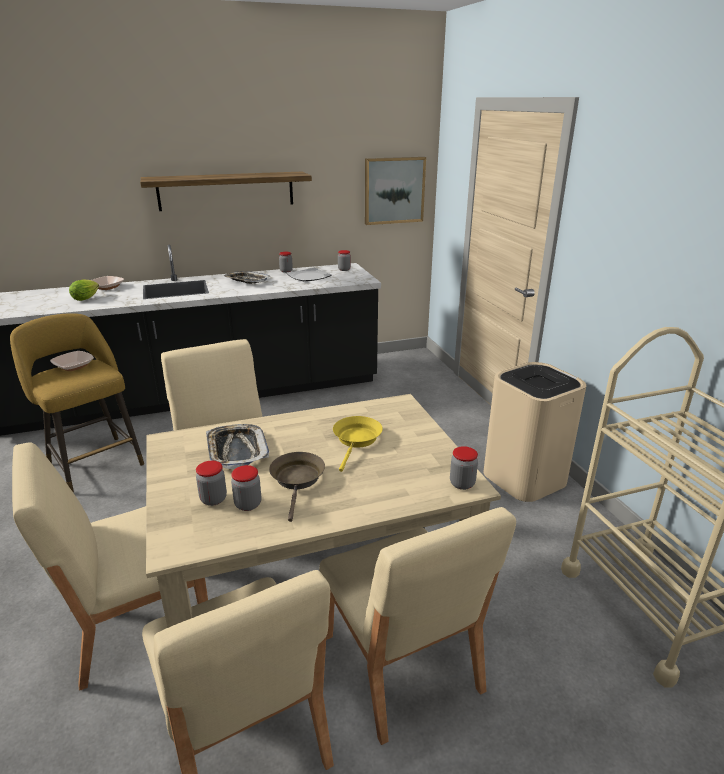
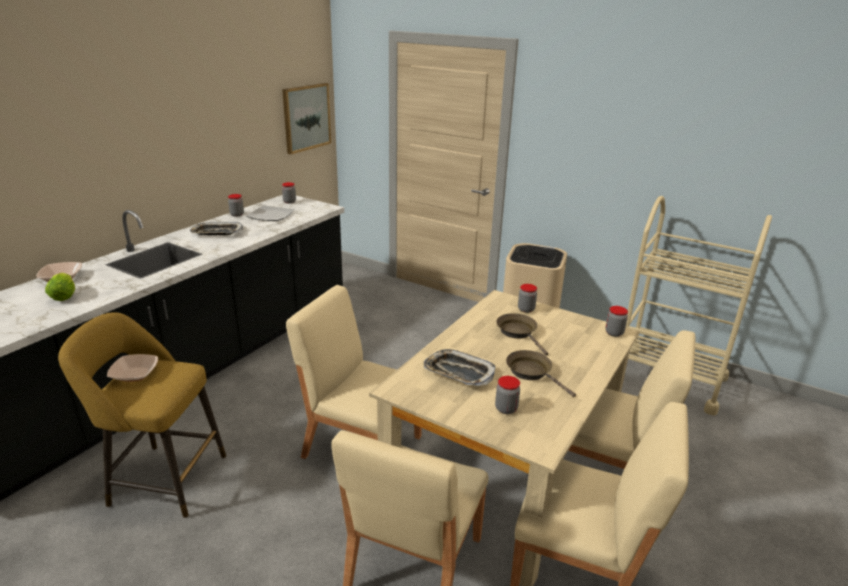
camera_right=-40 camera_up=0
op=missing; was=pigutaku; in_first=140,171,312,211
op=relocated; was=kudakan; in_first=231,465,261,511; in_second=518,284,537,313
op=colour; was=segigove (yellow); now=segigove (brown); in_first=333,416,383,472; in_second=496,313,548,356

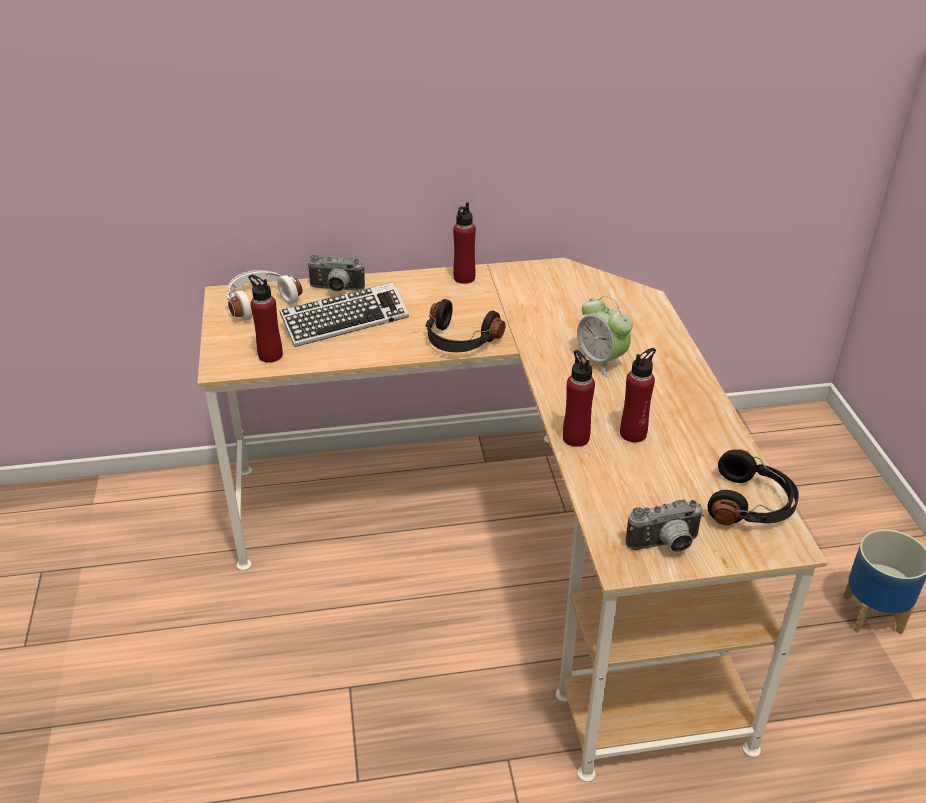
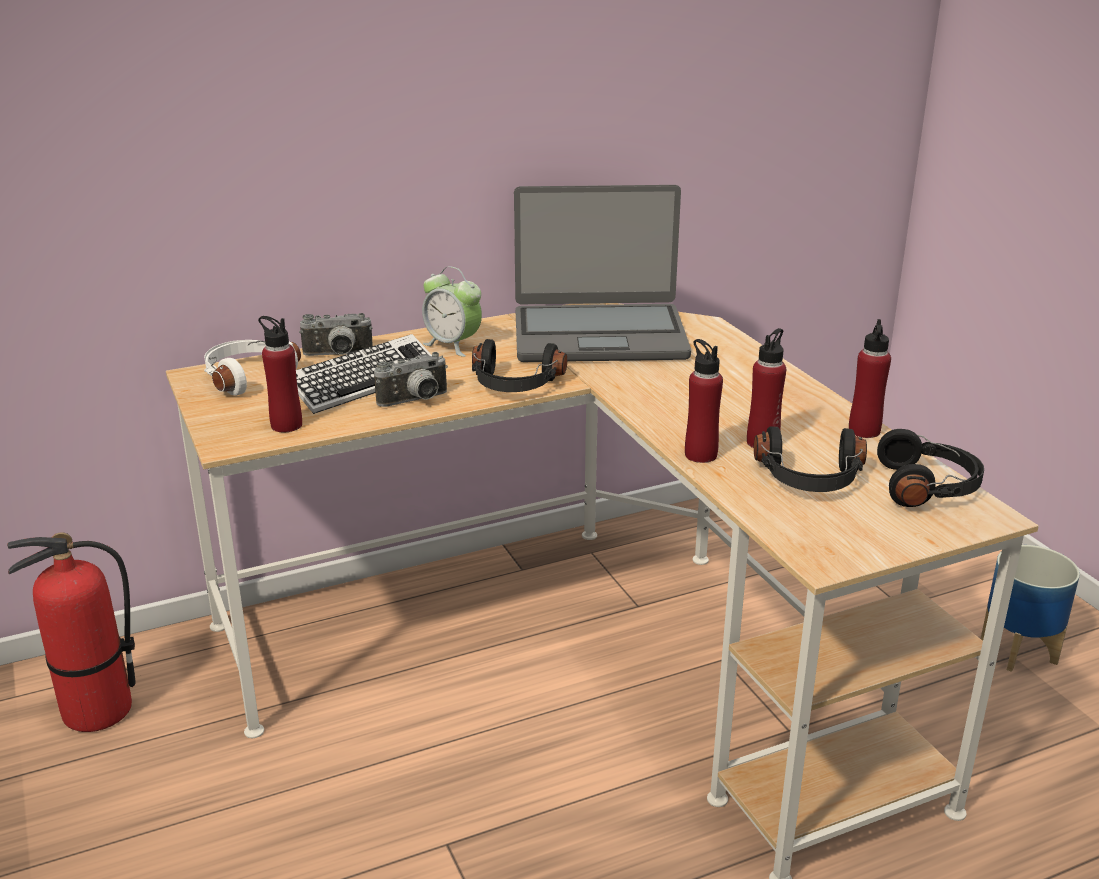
camera_right=-15 camera_up=-10
op=appeared; now=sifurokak; in_second=7,532,136,732
op=appeared; now=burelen; in_second=514,185,691,362
op=appeared; now=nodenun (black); in_second=754,426,867,492
op=relocated; was=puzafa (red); in_first=453,202,476,284; in_second=849,319,891,438
op=relocated; was=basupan; in_first=574,296,633,378; in_second=422,266,482,357
op=relocated; was=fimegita; in_first=625,499,704,553; in_second=374,352,448,407

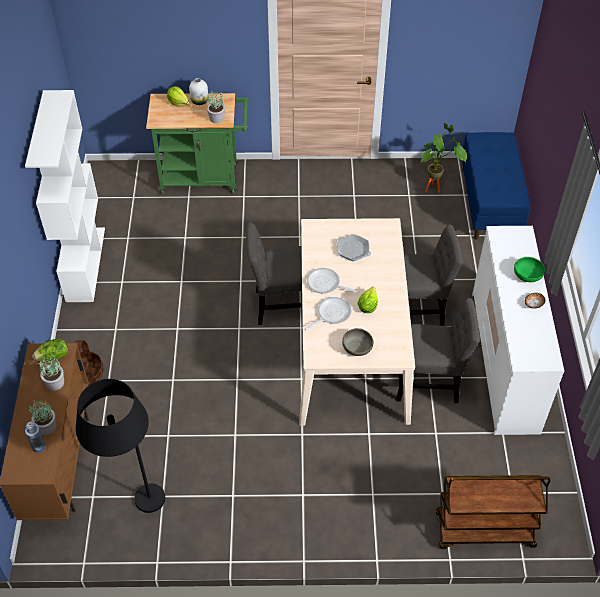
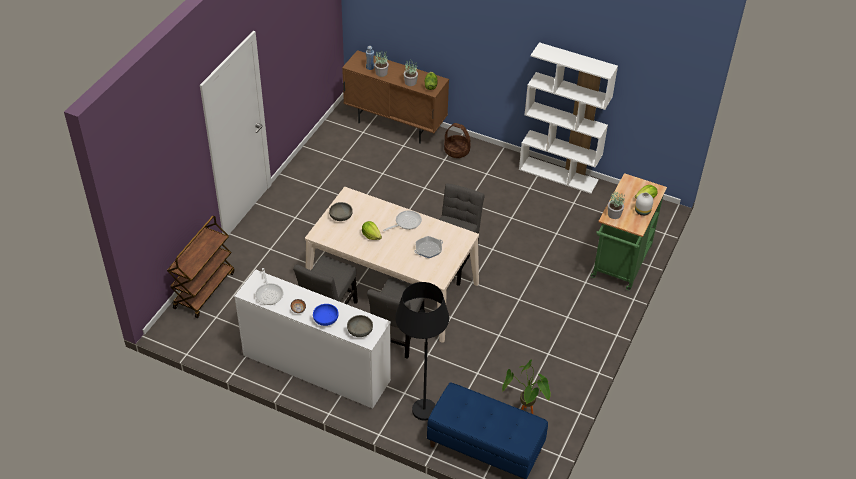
camera_right=115 camera_up=-5
op=appeared; now=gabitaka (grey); in_second=347,315,373,337
op=relocated; was=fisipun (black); in_first=76,379,165,513; in_second=395,282,449,421
op=relocated; was=segigove; in_first=305,297,351,330; in_second=255,268,284,305
op=colour; was=gabitaka (green); now=gabitaka (blue); in_first=514,257,545,282; in_second=313,304,338,326

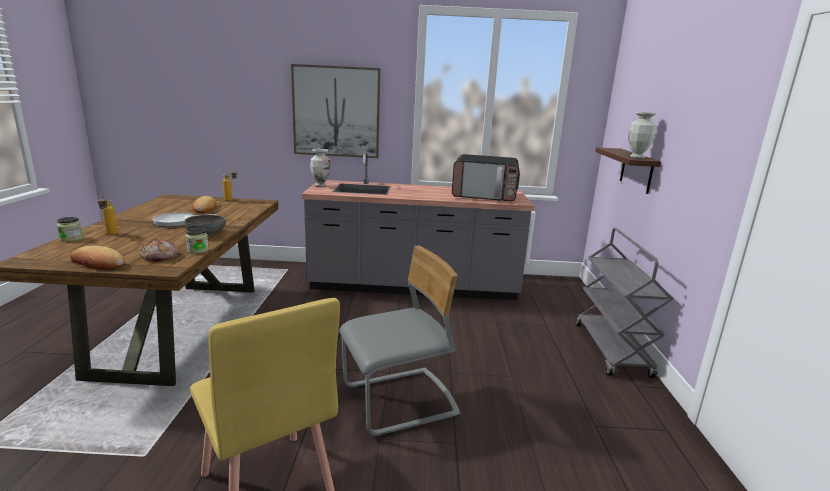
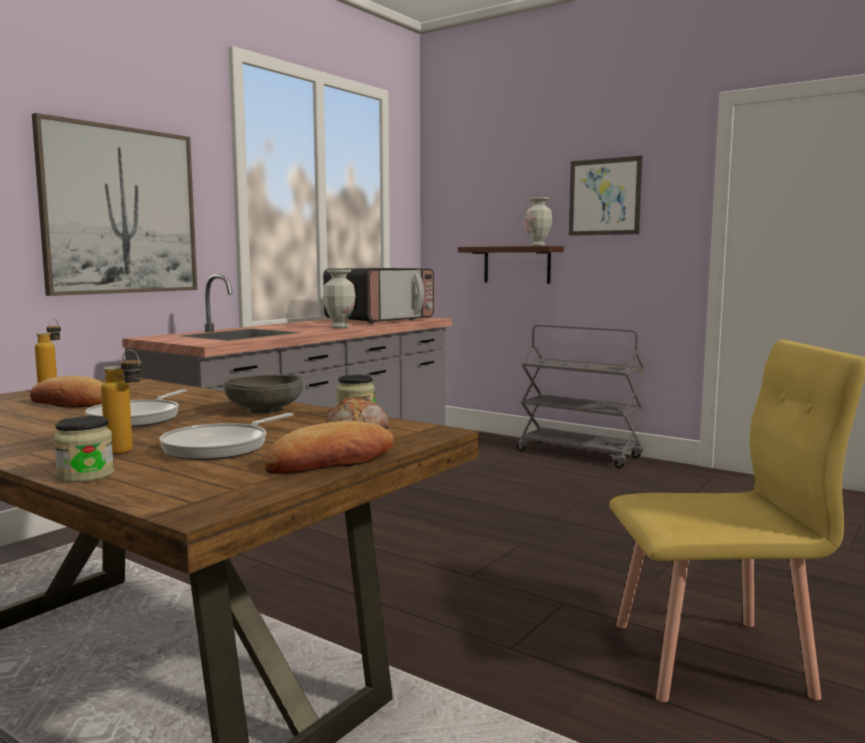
camera_right=-55 camera_up=-10
op=missing; was=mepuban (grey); in_first=339,246,460,436
op=appeared; now=segigove; in_second=159,413,293,460
op=appeared; now=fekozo; in_second=569,156,643,236
op=relocated; was=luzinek; in_first=310,149,331,187; in_second=323,270,356,328

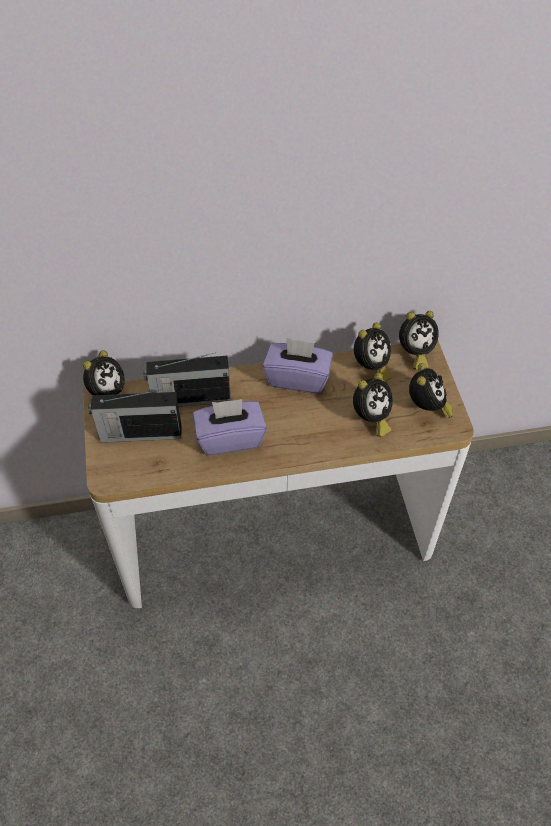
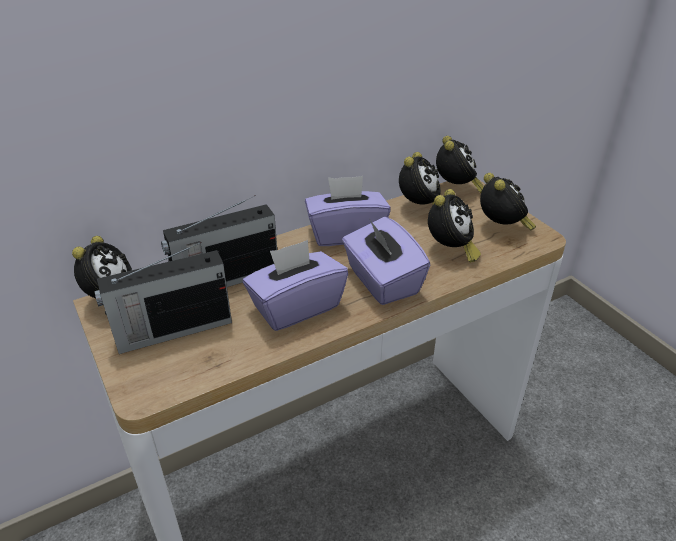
camera_right=-20 camera_up=-15
op=appeared; now=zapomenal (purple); in_second=342,217,430,305
op=spun; was=basupan; in_first=399,311,439,370; in_second=436,136,484,193; clockwise=-45

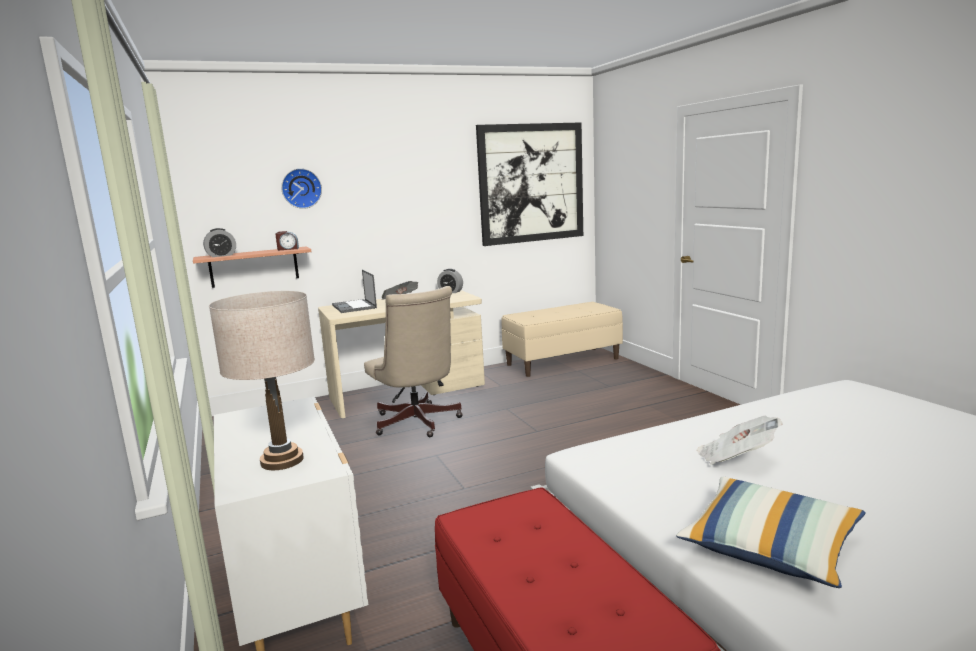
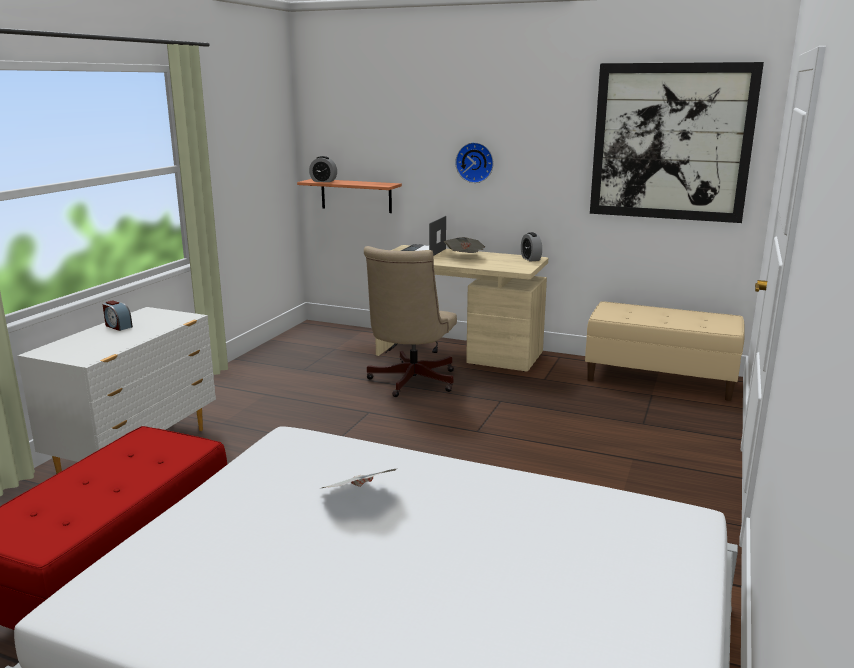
camera_right=45 camera_up=5
op=missing; was=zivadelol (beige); in_first=209,291,315,470
op=missing; was=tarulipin; in_first=676,477,866,588
op=relocated; was=basupan; in_first=275,231,299,250; in_second=103,300,133,331
op=relocated; was=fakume; in_first=281,168,322,209; in_second=455,142,493,183

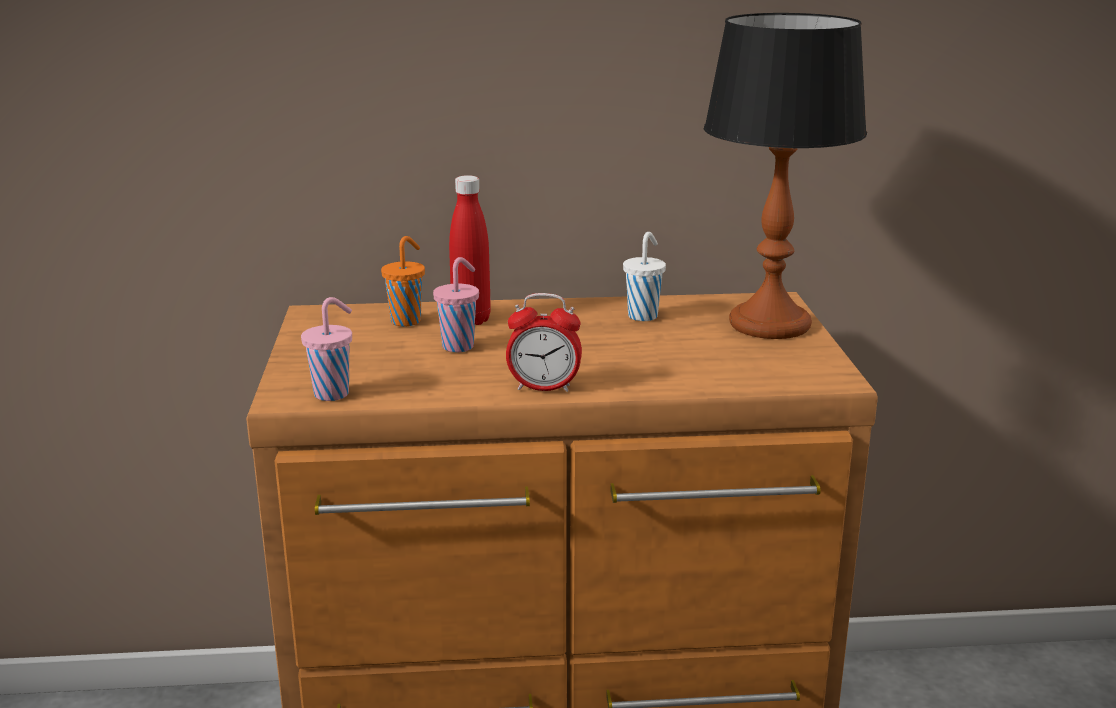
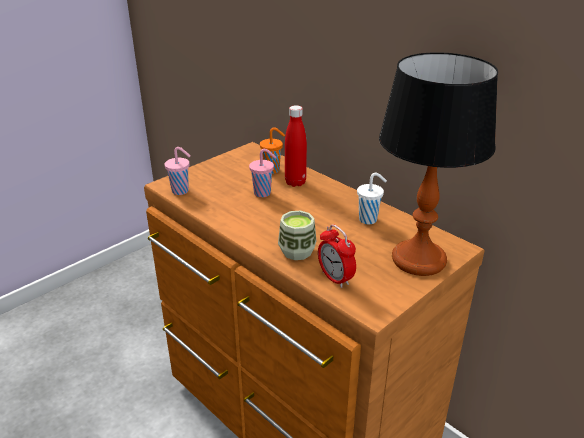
camera_right=50 camera_up=10
op=appeared; now=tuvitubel; in_second=278,211,316,260
op=relocated; was=basupan; in_first=506,293,582,392; in_second=318,224,356,288

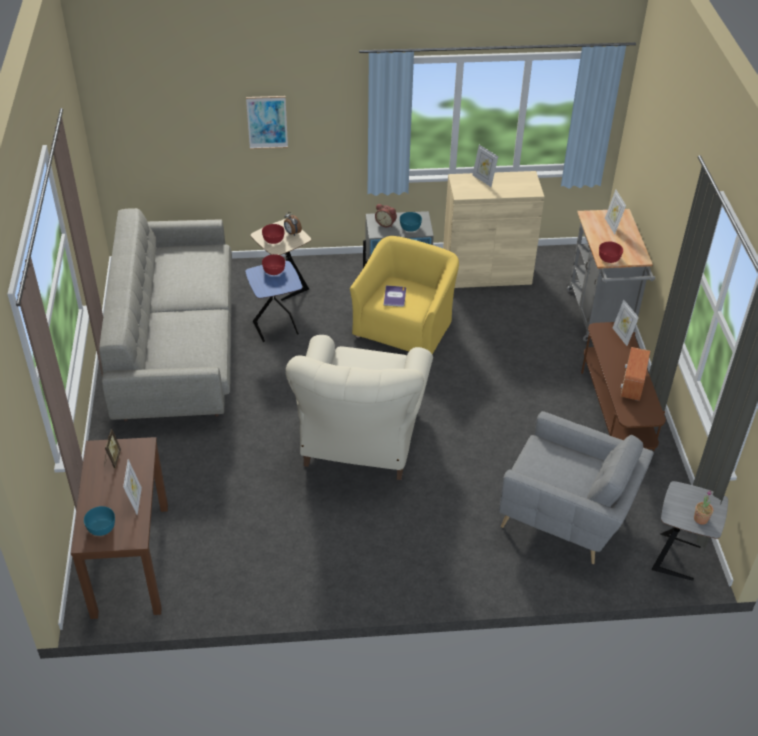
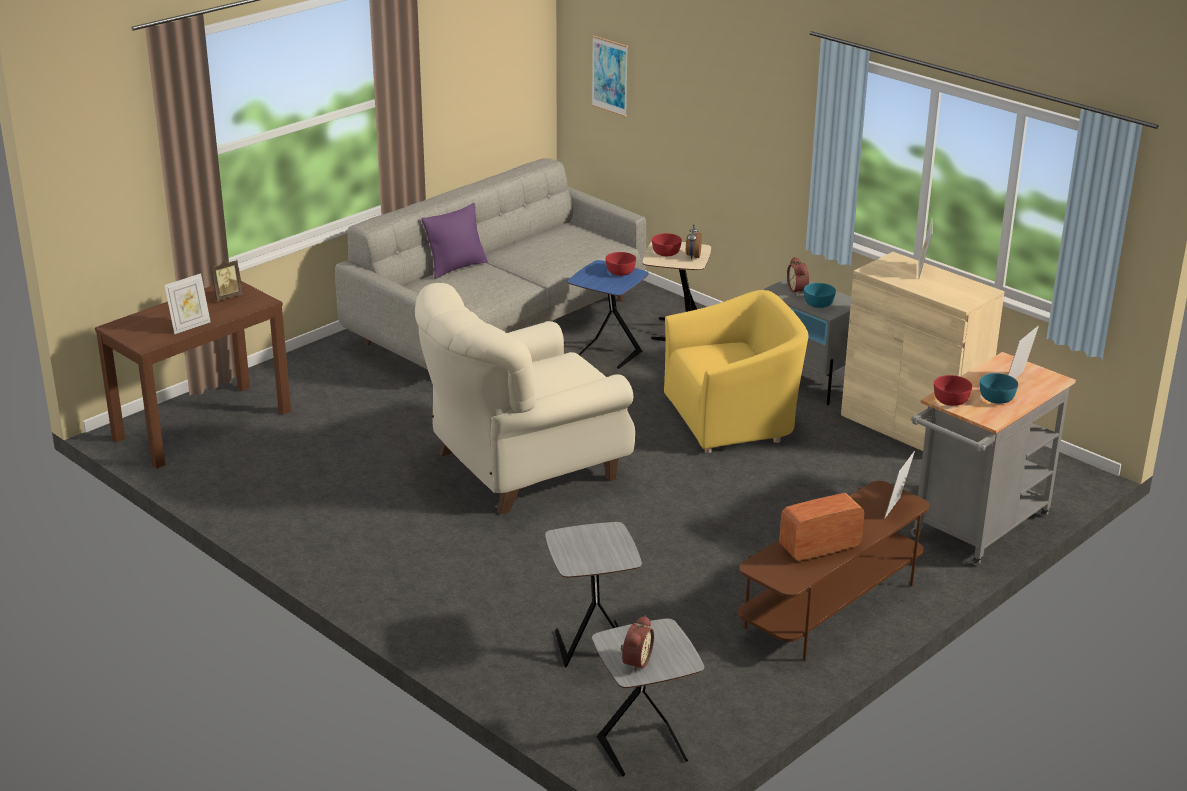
camera_right=50 camera_up=-15
op=missing; was=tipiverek; in_first=383,286,406,307
op=appeared; now=tarulipin (purple); in_second=421,203,488,279
op=relocated; was=gabitaka (turquoise); in_first=84,506,115,536; in_second=980,373,1018,404
op=relocated; was=fekozo; in_first=246,96,288,149; in_second=592,35,628,117
op=exchanged; was=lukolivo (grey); now=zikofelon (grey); in_first=499,411,654,564; in_second=545,522,642,667
op=exchanged; was=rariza; now=basupan; in_first=694,490,713,525; in_second=621,615,654,673

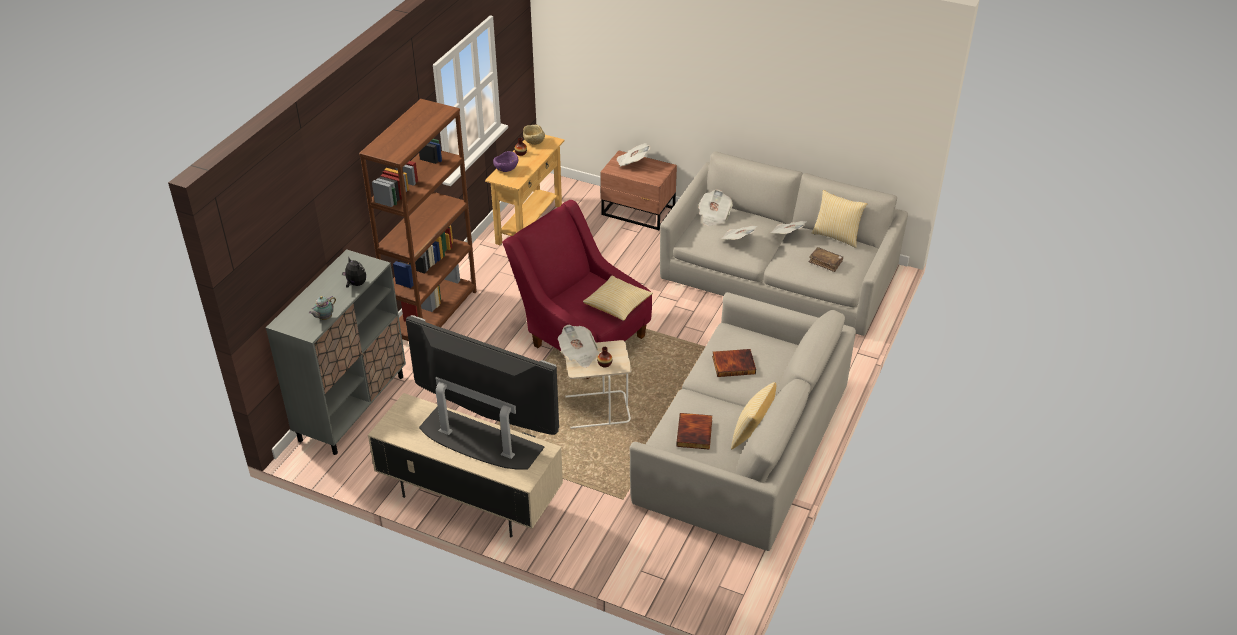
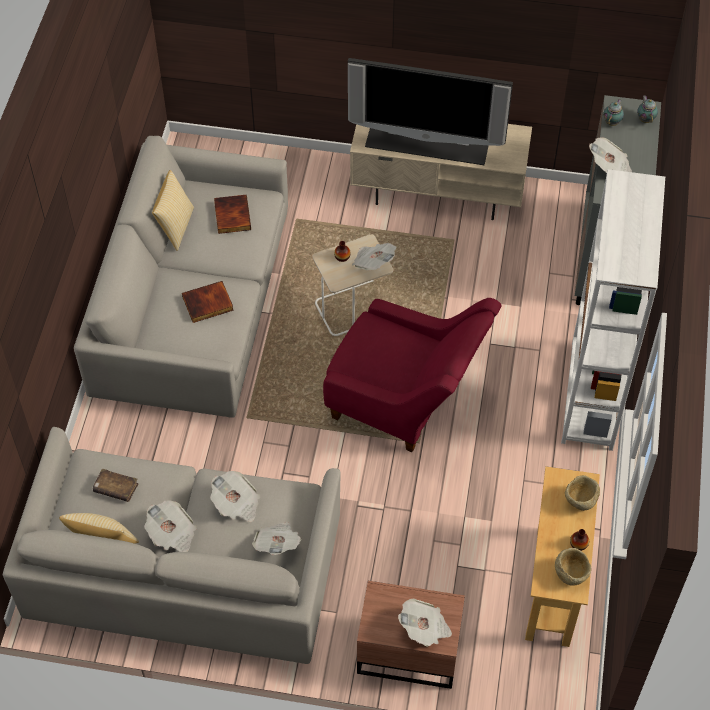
camera_right=165 camera_up=15
op=missing; was=tarulipin; in_first=583,276,653,321
op=appeared; now=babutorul; in_second=637,95,658,123
op=exchanged; was=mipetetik; now=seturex; in_first=342,258,366,288; in_second=589,137,632,173
op=colour; was=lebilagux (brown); now=lebilagux (white); in_first=359,99,477,341; in_second=561,169,665,451
op=colour; was=gabitaka (purple); now=gabitaka (beige); in_first=493,151,519,172; in_second=565,475,600,511

